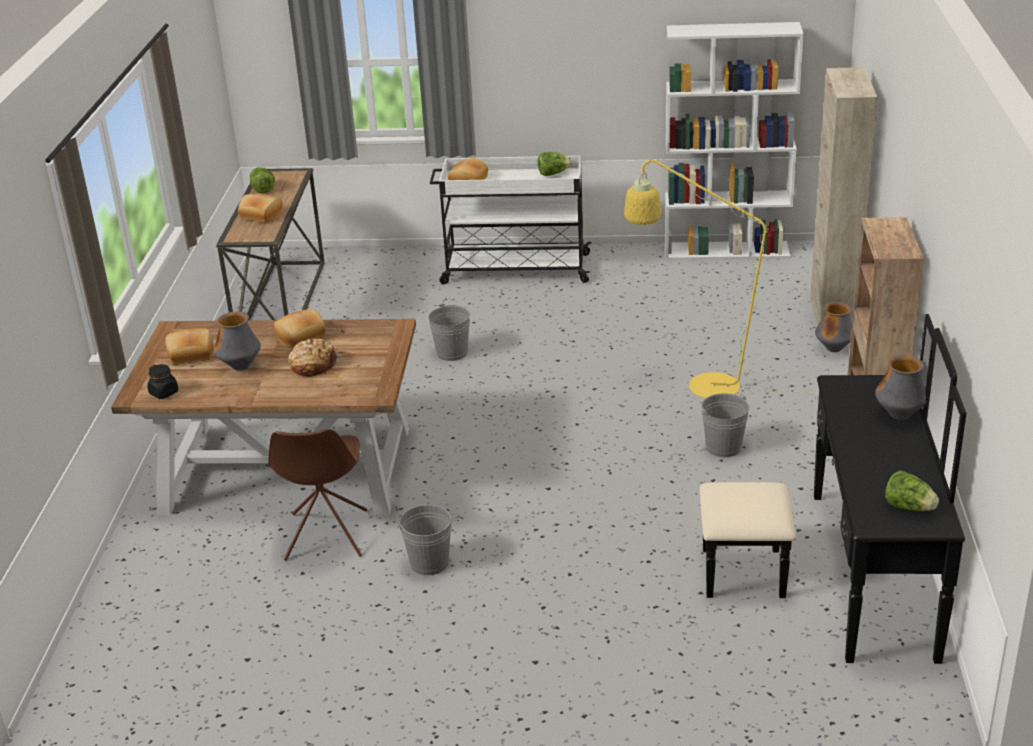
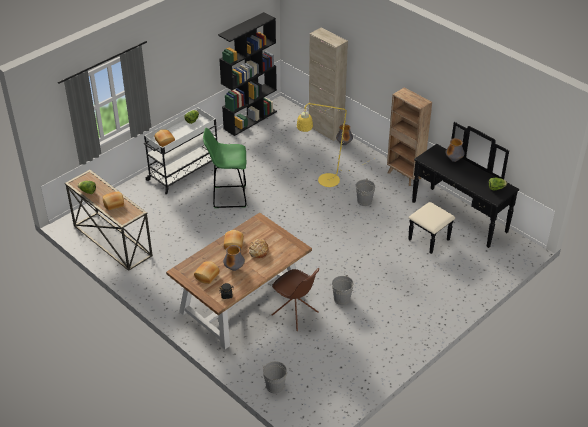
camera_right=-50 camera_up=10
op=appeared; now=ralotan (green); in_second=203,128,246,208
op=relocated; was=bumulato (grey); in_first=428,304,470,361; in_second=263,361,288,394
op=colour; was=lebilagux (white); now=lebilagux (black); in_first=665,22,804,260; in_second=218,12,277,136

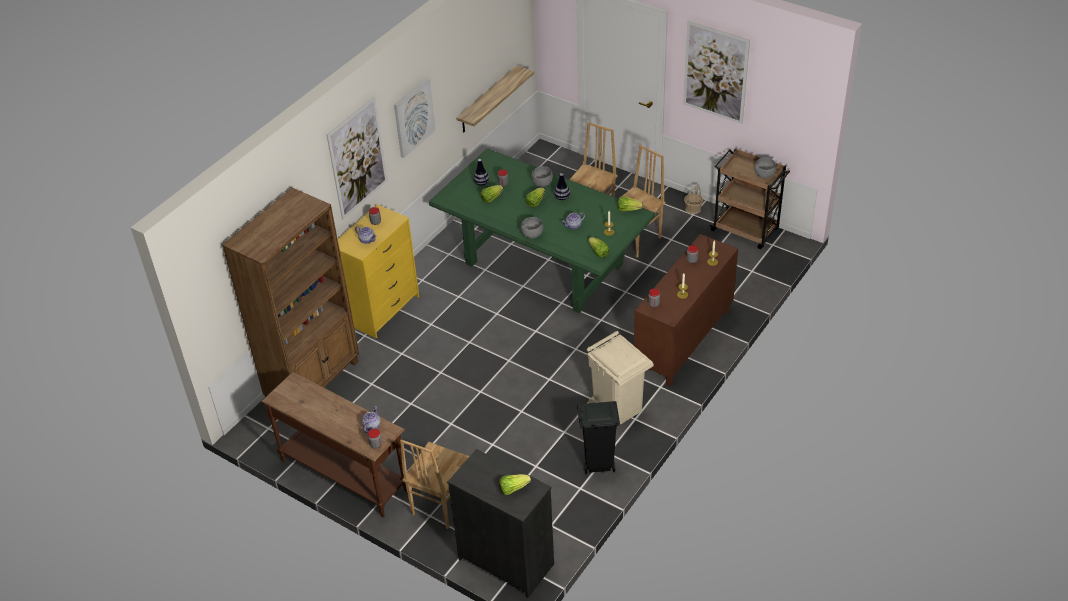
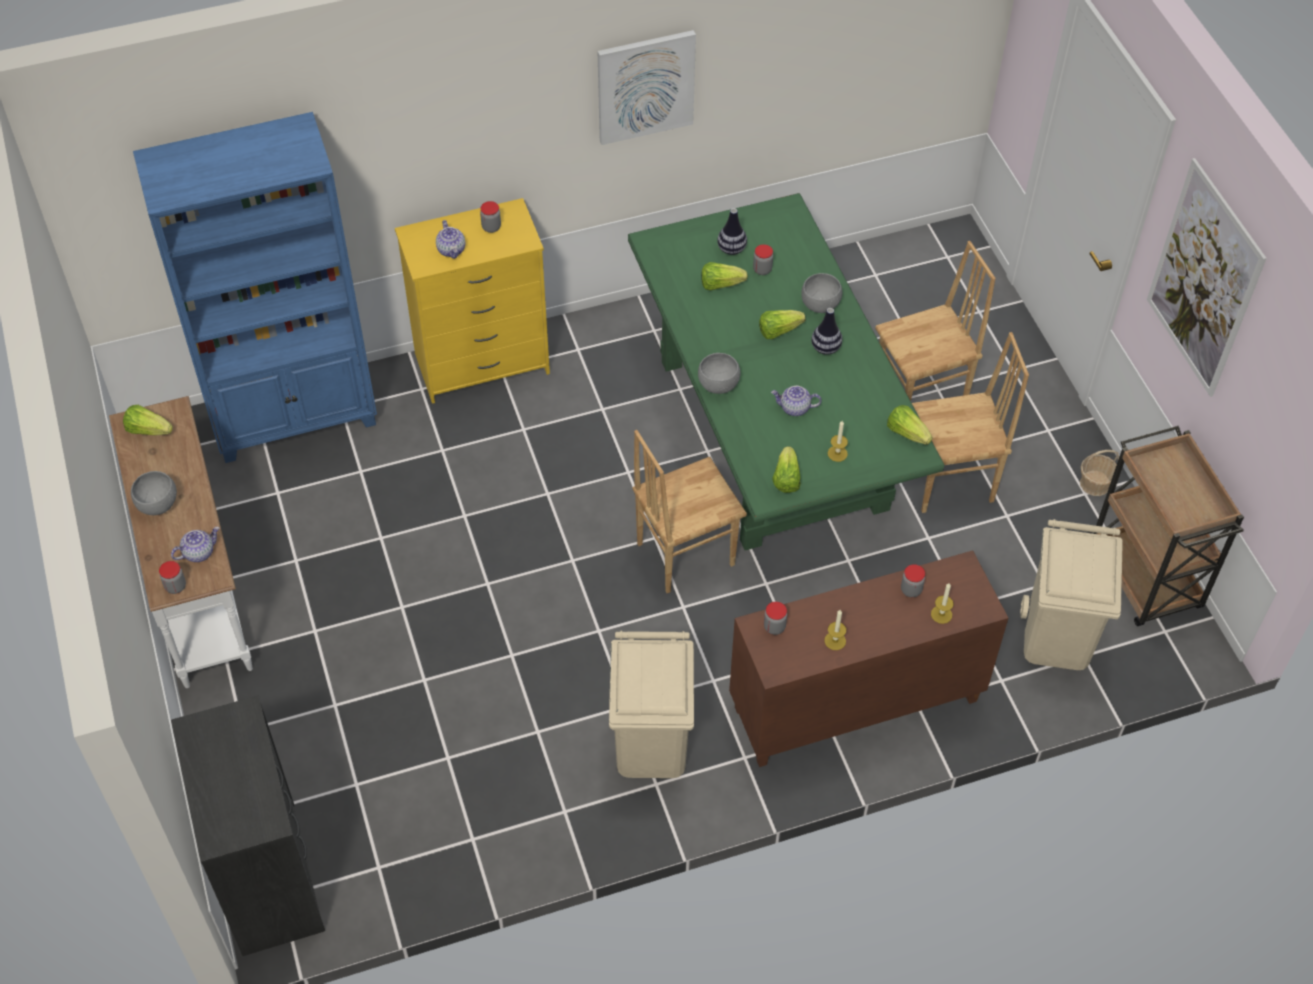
camera_right=35 camera_up=10
op=missing; was=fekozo; in_first=326,97,388,219
op=missing; was=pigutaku; in_first=456,65,534,132
op=missing; was=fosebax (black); in_first=577,401,620,474
op=appeared; now=fosebax (beige); in_second=1020,519,1123,670
op=relocated; was=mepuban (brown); in_first=400,439,470,529; in_second=633,430,747,593
op=relocated; was=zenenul; in_first=499,474,531,495; in_second=123,405,173,436
op=relocated; was=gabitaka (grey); in_first=754,157,776,178; in_second=131,471,177,515
op=colour; was=lebilagux (brown); now=lebilagux (blue); in_first=222,188,359,397; in_second=133,112,377,463
op=colour; was=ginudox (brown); now=ginudox (white); in_first=261,372,407,517; in_second=109,396,253,688

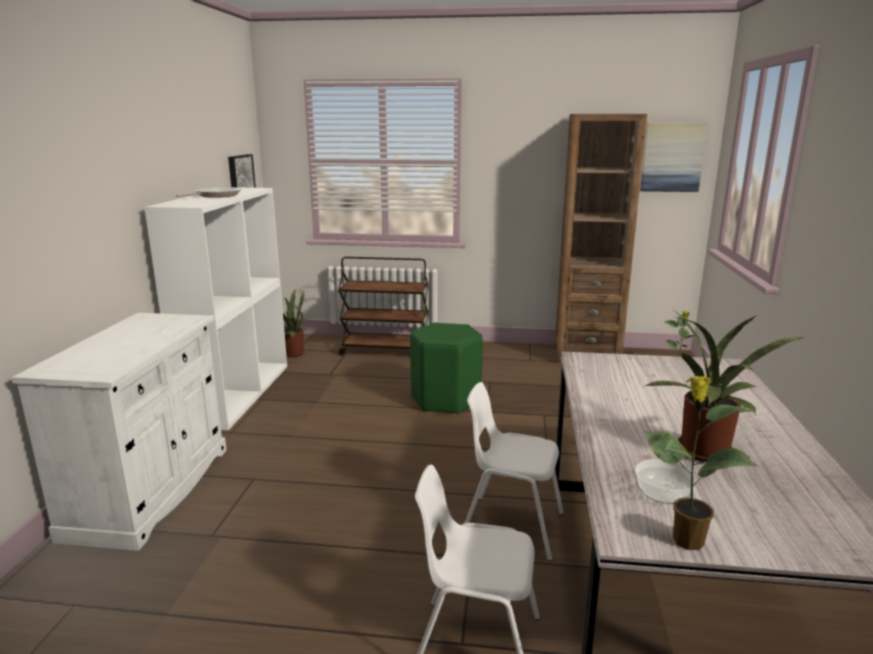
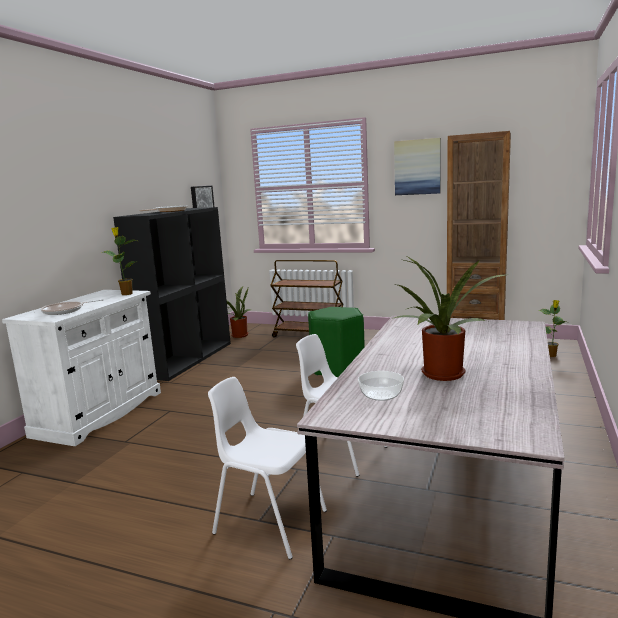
camera_right=15 camera_up=-5
op=appeared; now=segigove; in_second=41,299,104,315
op=relocated; was=fekozo; in_first=640,123,708,192; in_second=394,138,441,195
op=relocated; was=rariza; in_first=644,375,758,550; in_second=102,227,137,295
op=colour; was=lebilagux (white); now=lebilagux (black); in_first=144,187,287,430; in_second=113,207,231,381

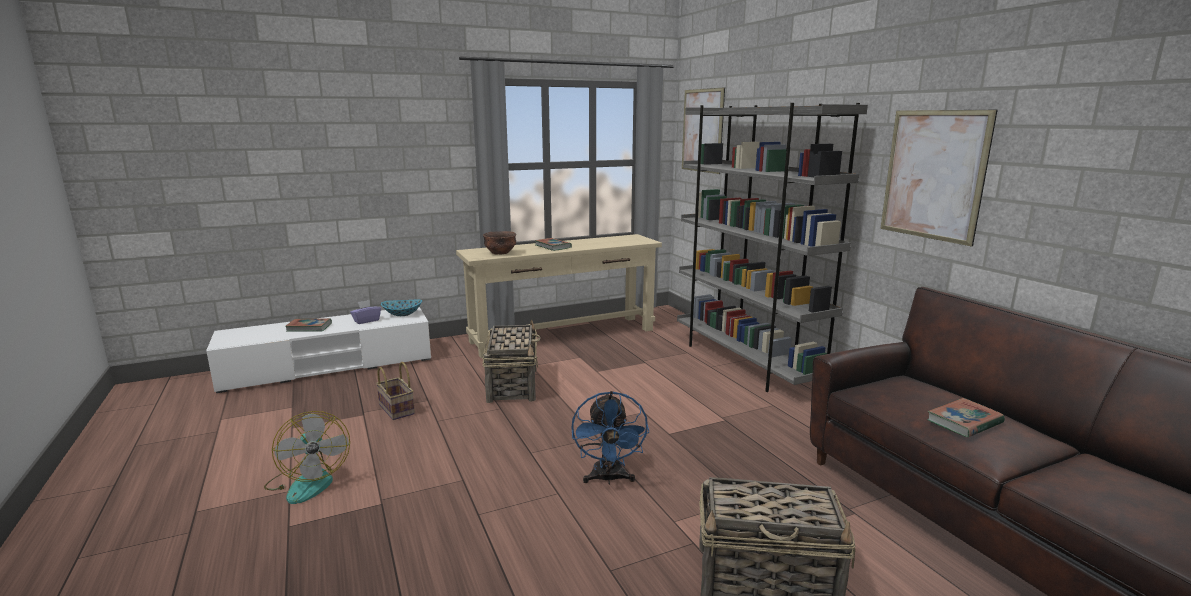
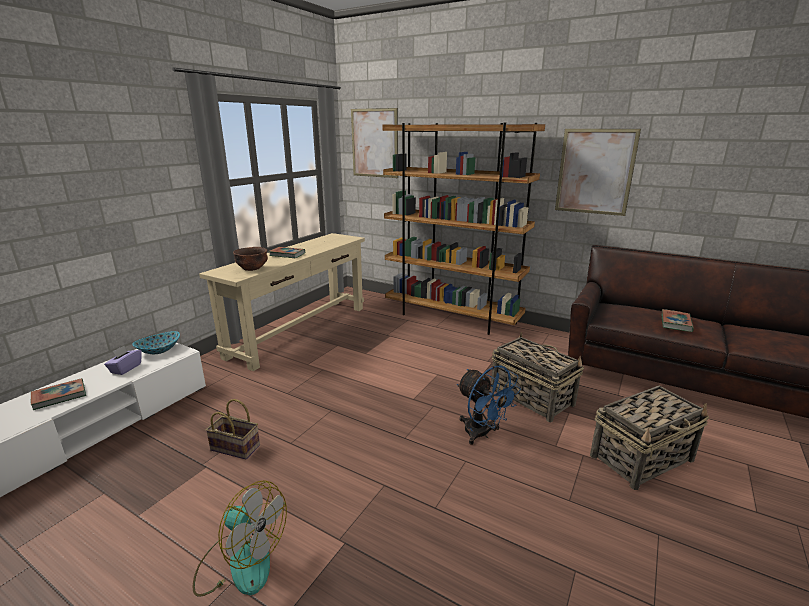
camera_right=-35 camera_up=5
op=relocated; was=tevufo; in_first=483,320,541,403; in_second=491,332,584,422
op=colour; was=lebilagux (grey); now=lebilagux (brown); in_first=677,103,868,392; in_second=382,123,545,335

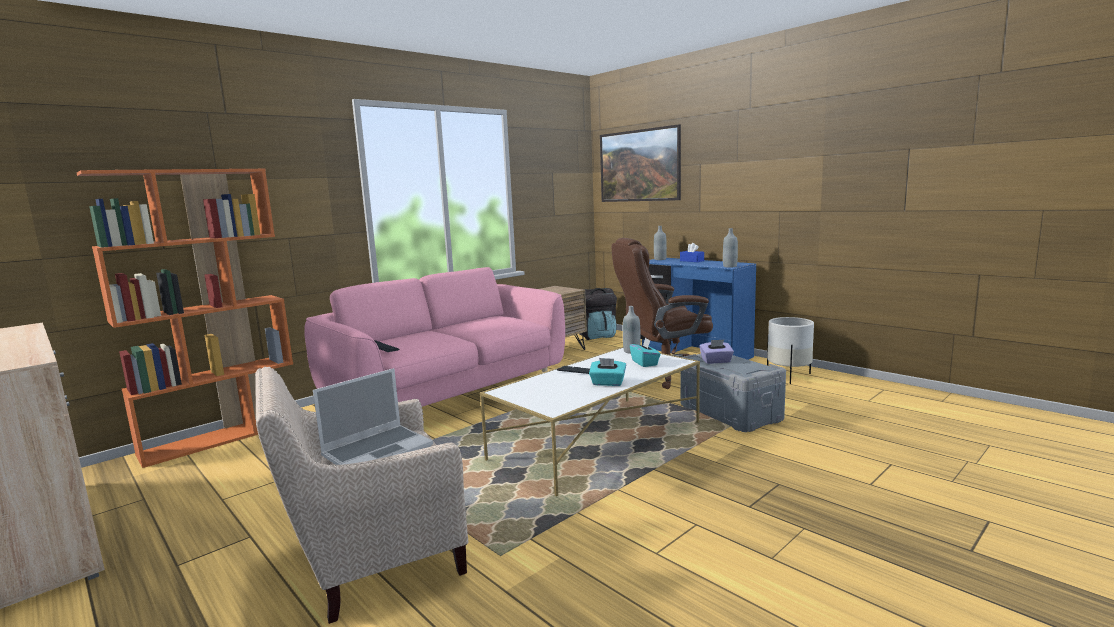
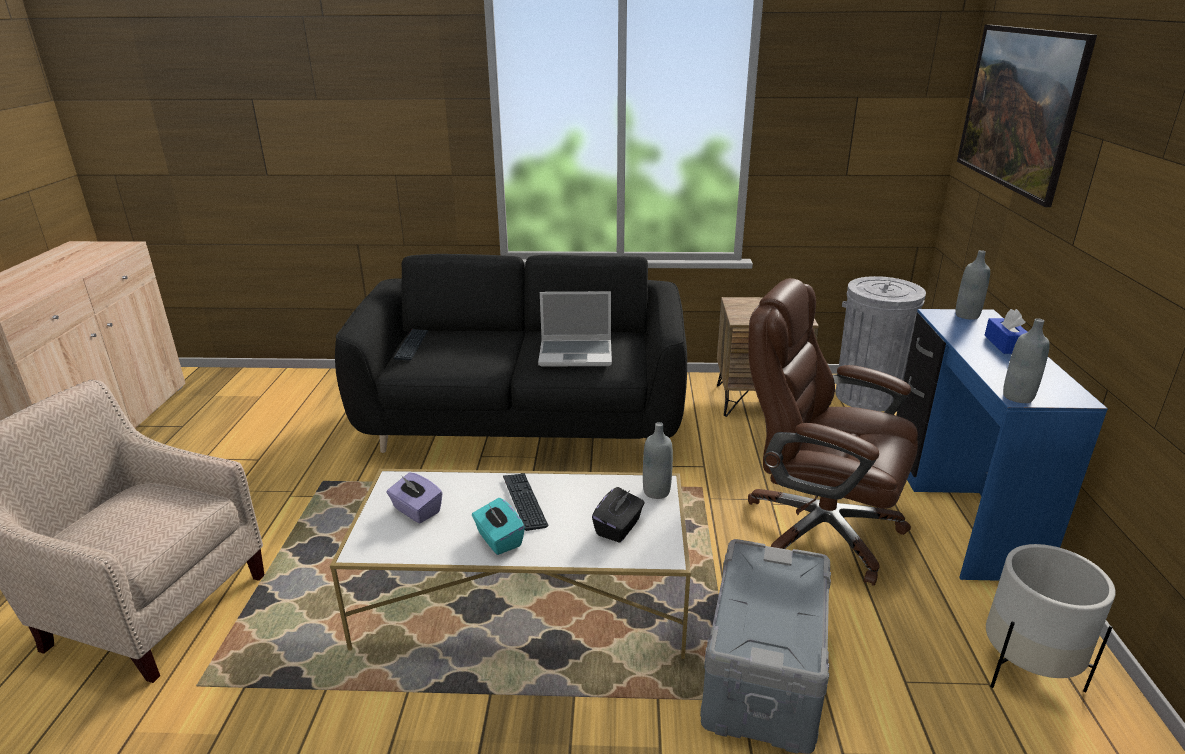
camera_right=45 camera_up=15
op=missing; was=lebilagux (orange); in_first=77,169,293,468
op=relocated; was=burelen; in_first=313,368,433,465; in_second=538,291,612,367
op=relocated; was=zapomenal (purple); in_first=699,340,734,364; in_second=386,472,443,523
op=exchanged; was=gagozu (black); now=fosebax (grey); in_first=580,288,617,340; in_second=836,276,926,412
op=colour; was=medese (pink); now=medese (black); in_first=304,267,565,407; in_second=335,254,687,453
op=colour; was=zapomenal (turquoise); now=zapomenal (black); in_first=630,337,661,367; in_second=592,487,645,543

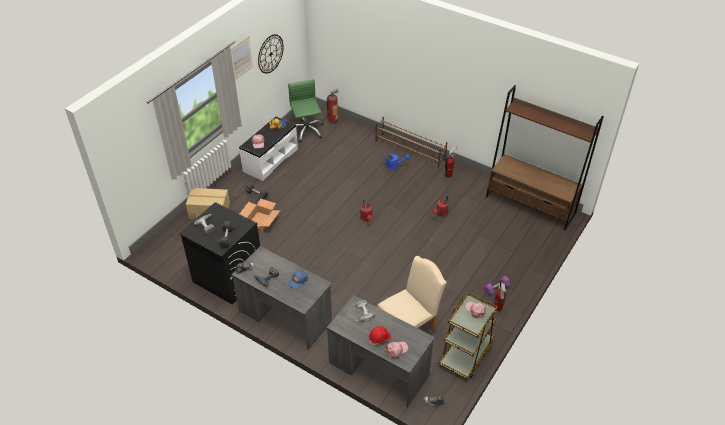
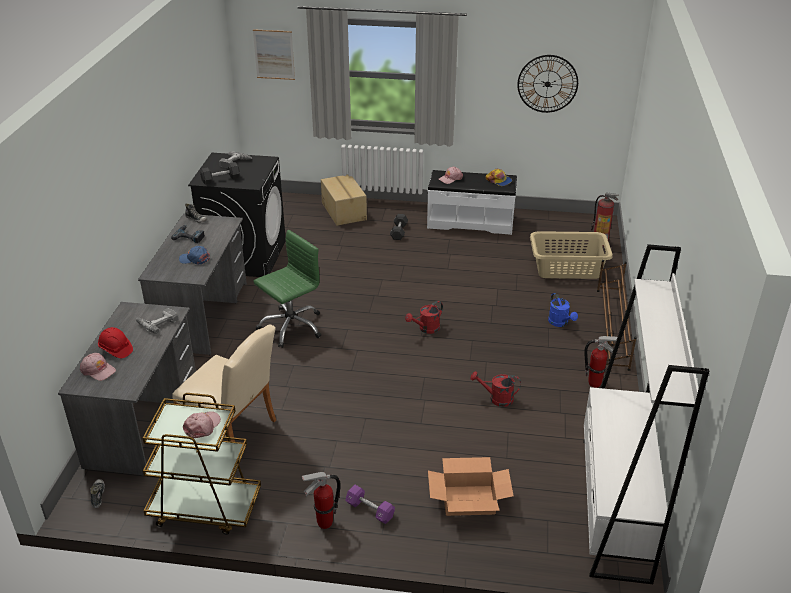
camera_right=65 camera_up=-10
op=appeared; now=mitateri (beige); in_second=530,231,613,279
op=relocated; was=fekozo; in_first=231,36,253,80; in_second=253,29,295,80
op=relocated; was=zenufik; in_first=239,198,280,233; in_second=428,457,514,516
op=relocated; was=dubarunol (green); in_first=288,79,324,143; in_second=253,230,321,348
op=colour; was=lebilagux (brown); now=lebilagux (white); in_first=486,85,604,230; in_second=583,244,709,584

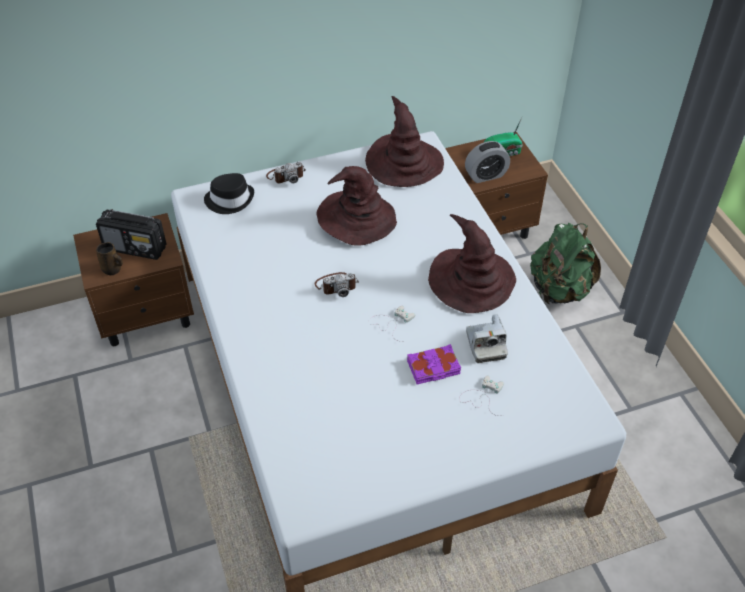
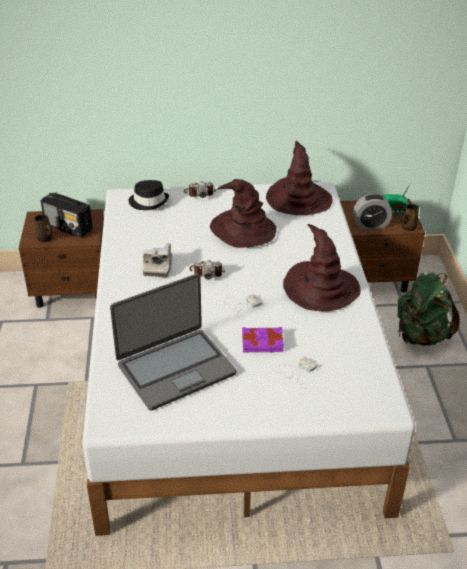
camera_right=15 camera_up=-10
op=appeared; now=burelen; in_second=110,274,237,411
op=appeared; now=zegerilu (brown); in_second=401,204,419,231
op=relocated; was=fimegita; in_first=466,314,508,363; in_second=143,243,172,277

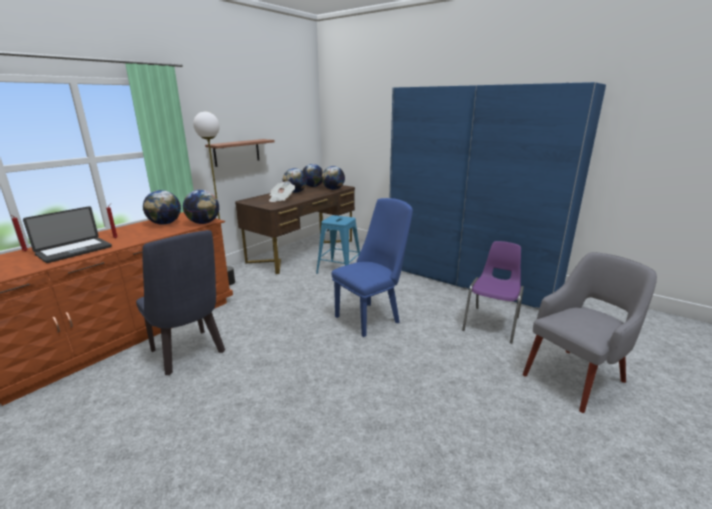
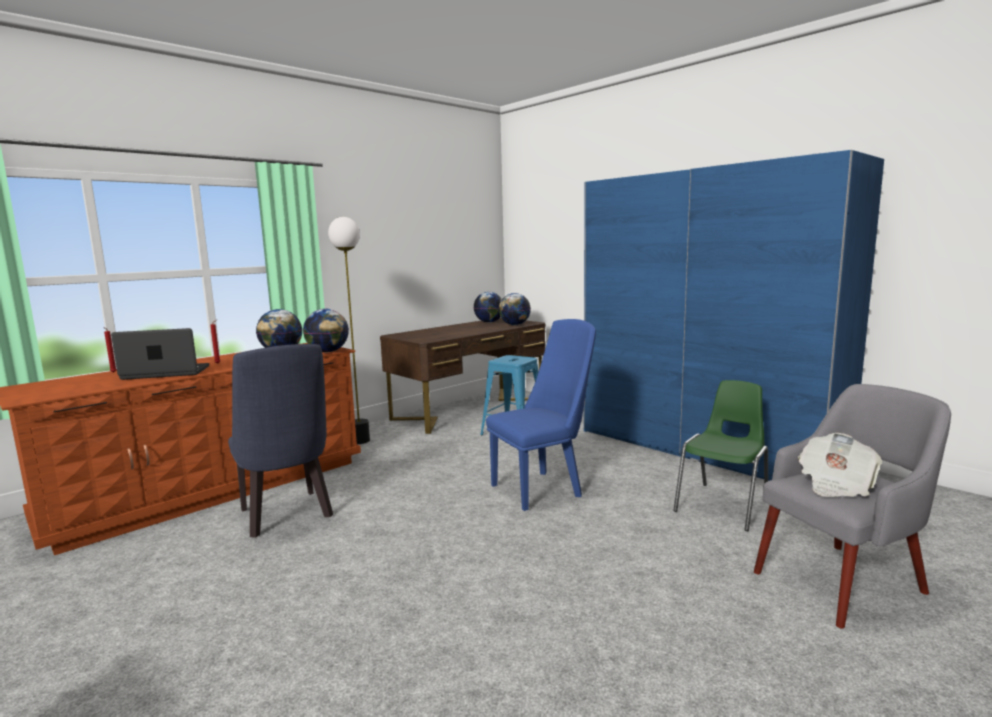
camera_right=10 camera_up=-10
op=missing; was=pigutaku; in_first=205,139,275,167
op=missing; was=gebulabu; in_first=283,168,307,193
op=relocated; was=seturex; in_first=269,181,295,202; in_second=798,433,882,497
op=colour; was=mepuban (purple); now=mepuban (green); in_first=462,241,524,343; in_second=673,380,768,531
op=spun; was=burelen; in_first=23,206,112,263; in_second=111,328,209,380; clockwise=-150

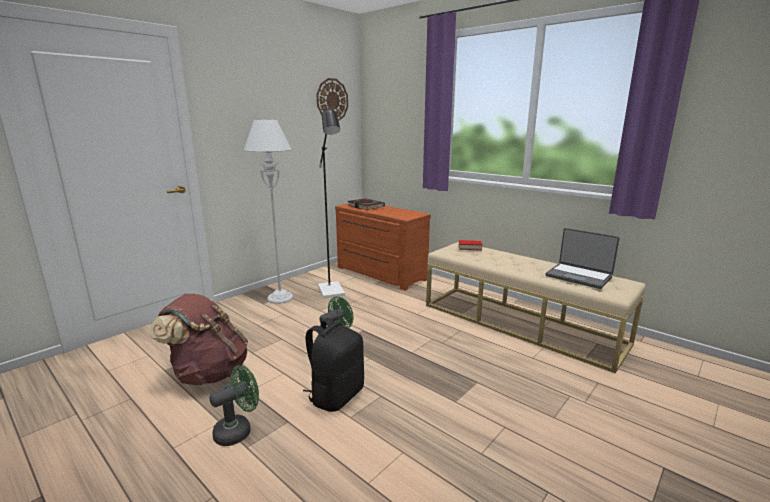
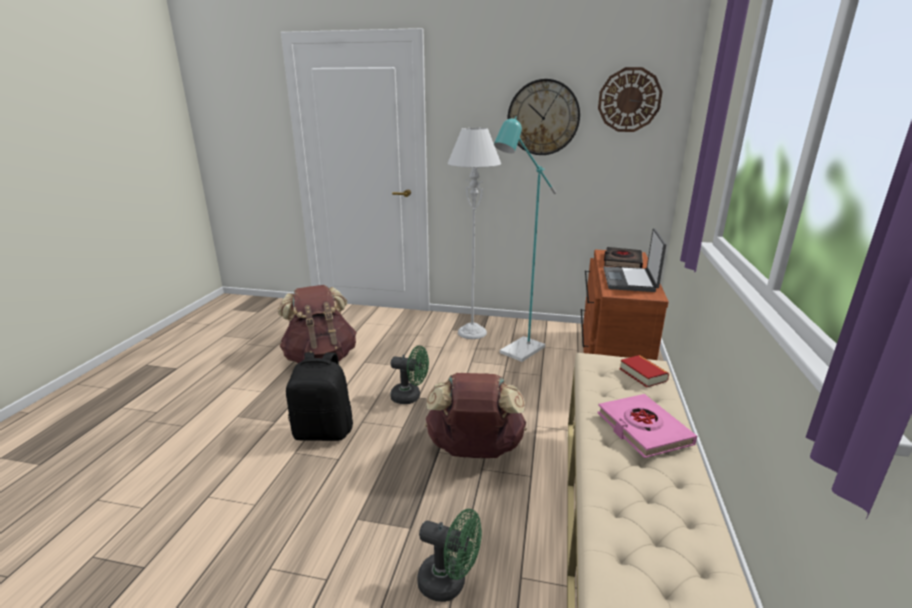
camera_right=60 camera_up=5
op=appeared; now=gagozu (brown); in_second=425,373,526,458
op=appeared; now=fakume; in_second=508,79,580,155
op=appeared; now=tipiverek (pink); in_second=597,394,697,458
op=relocated; was=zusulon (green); in_first=209,365,259,446; in_second=417,509,482,602
op=relocated; was=burelen; in_first=546,228,620,289; in_second=603,228,666,292
op=colour; was=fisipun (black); now=fisipun (turquoise); in_first=318,107,345,298; in_second=494,116,556,362

